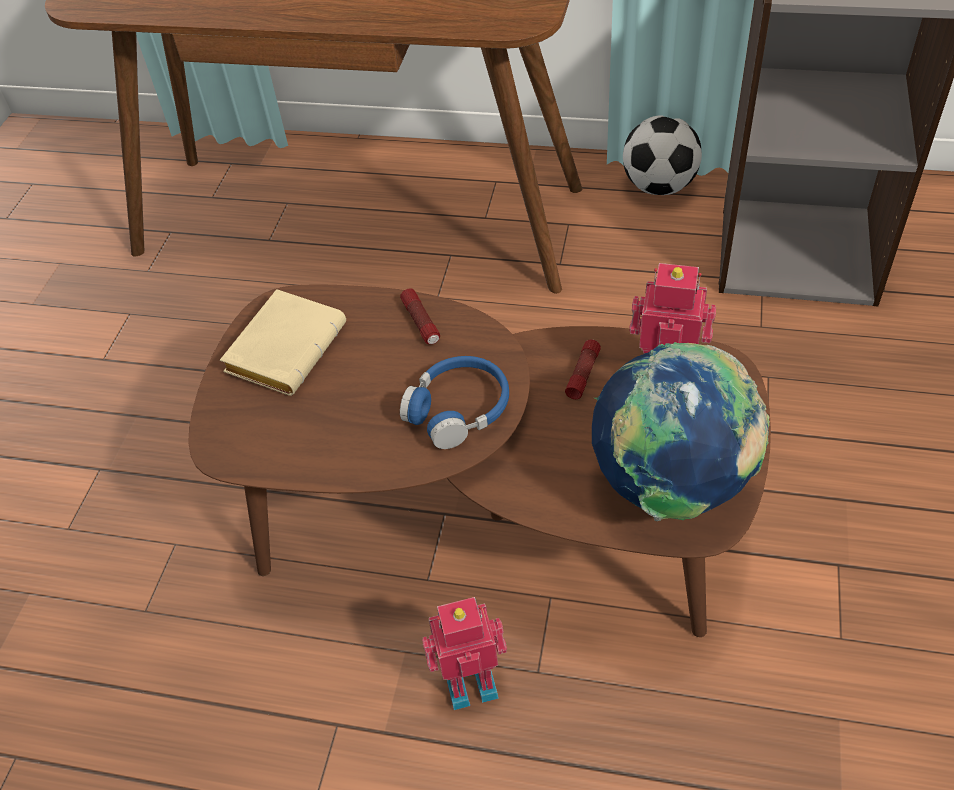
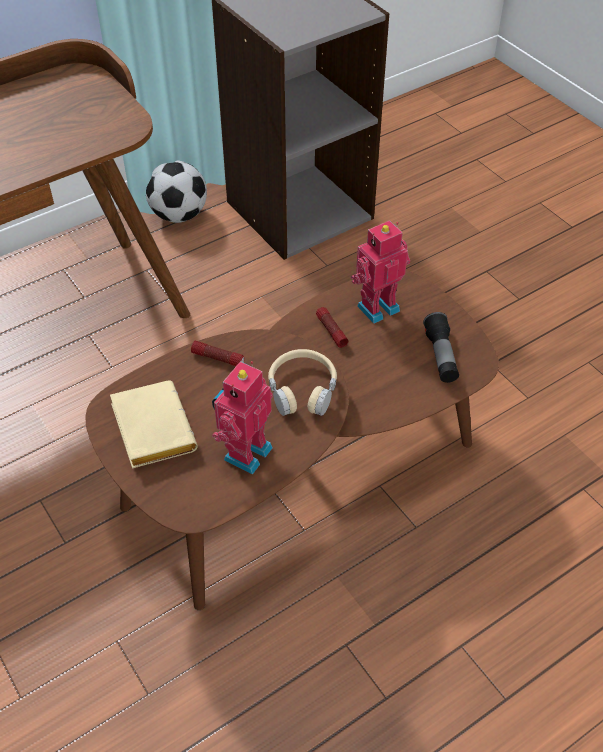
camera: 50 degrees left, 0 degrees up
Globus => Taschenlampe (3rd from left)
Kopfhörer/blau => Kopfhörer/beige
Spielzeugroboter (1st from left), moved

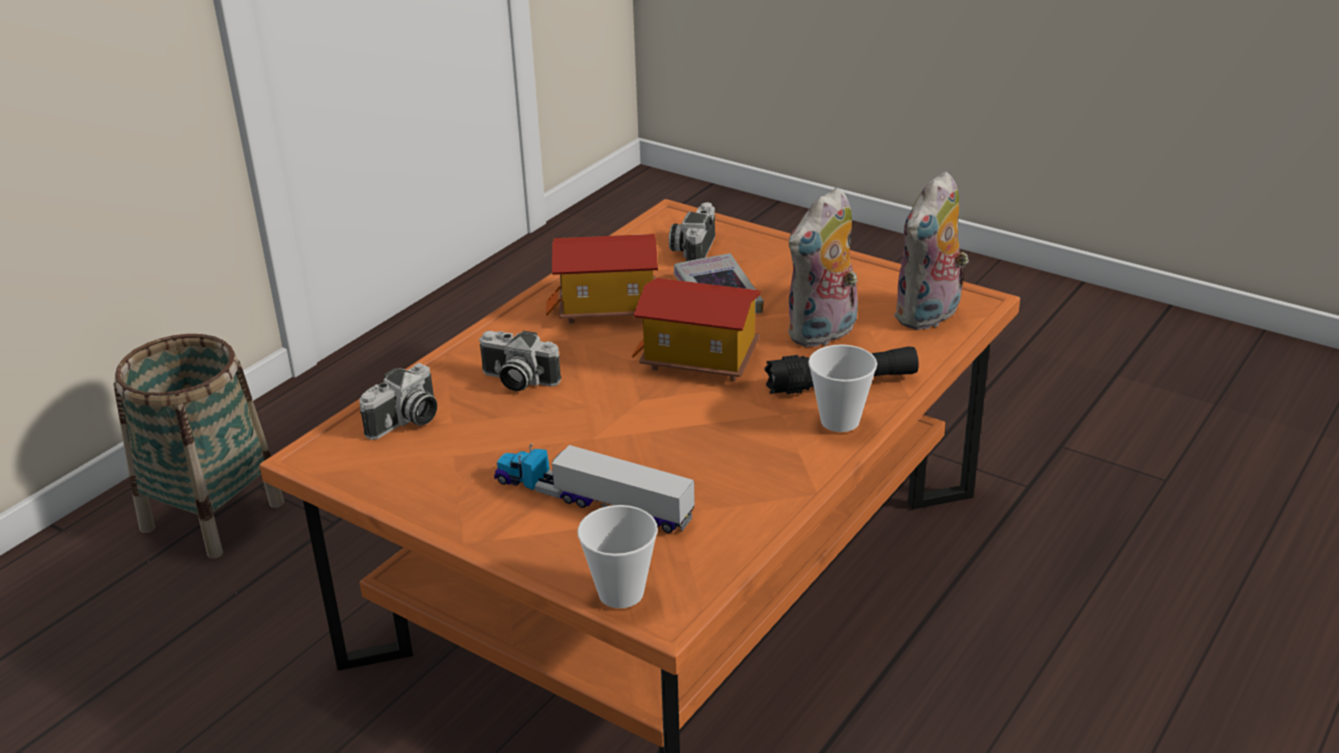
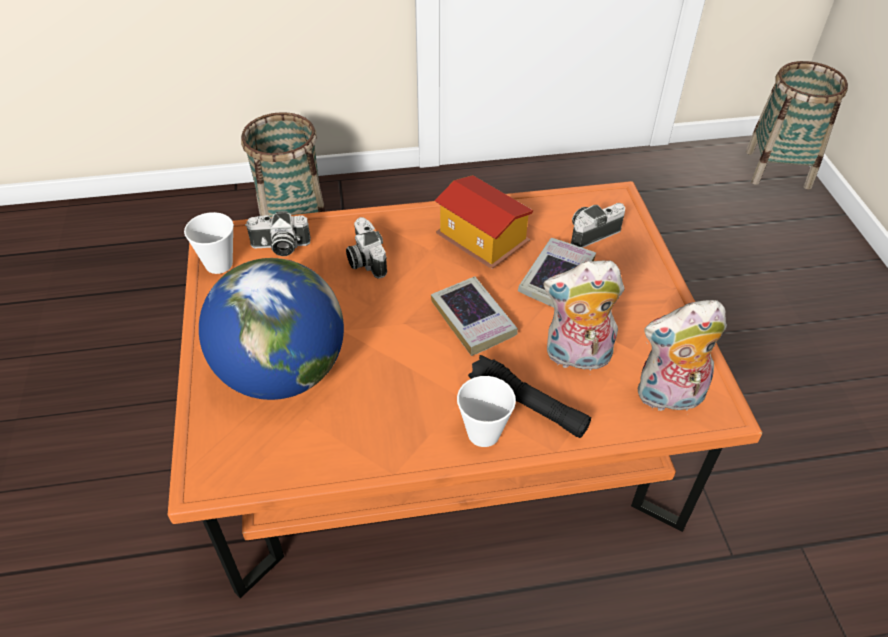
camera: 45 degrees right, 15 degrees up
Spielzeughaus (2nd from left) => Buch (1st from left)
Spielzeuglaster => Globus
Tasse (1st from left), moved
nothing => Korb (2nd from left)

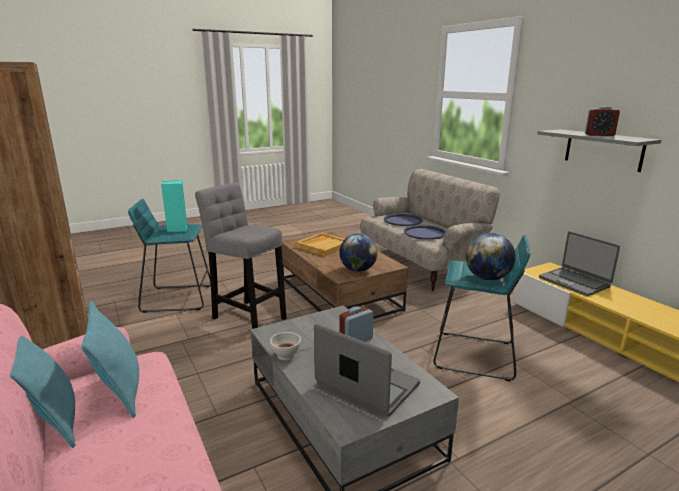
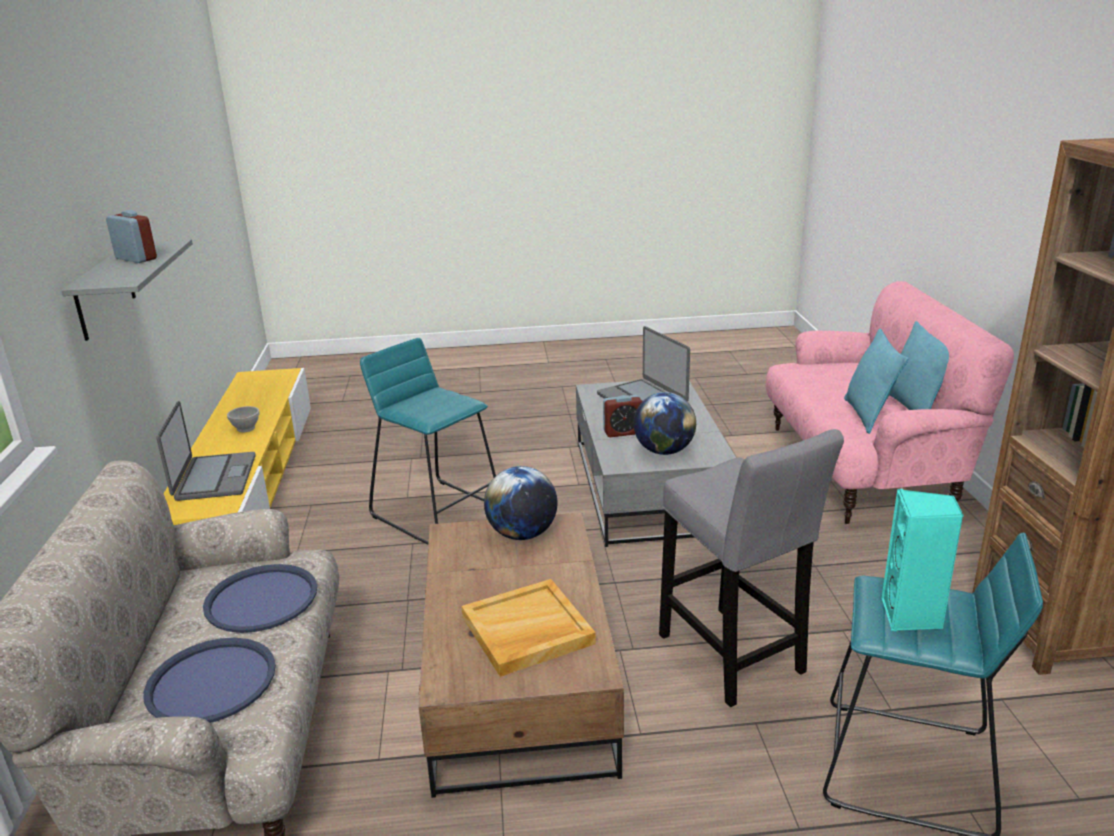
camera: 155 degrees left, 5 degrees up
Globus (2nd from left), moved
Schüssel/weiß, moved

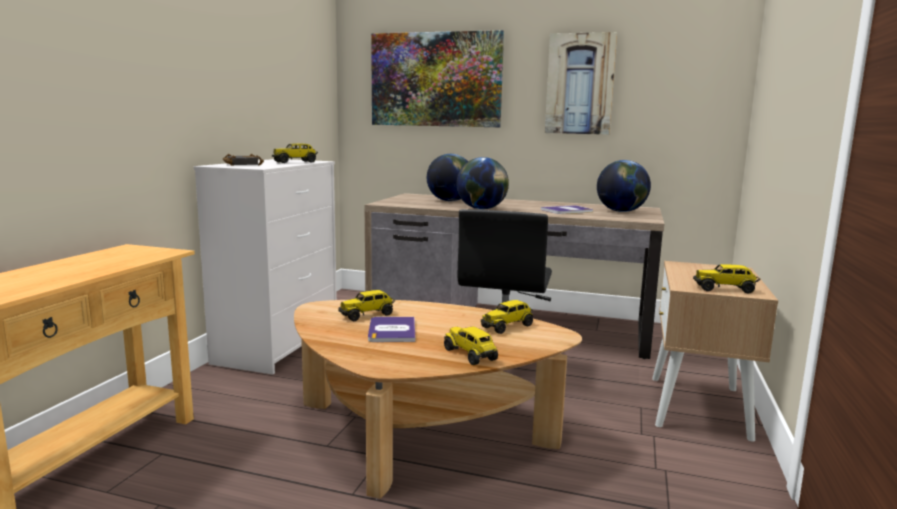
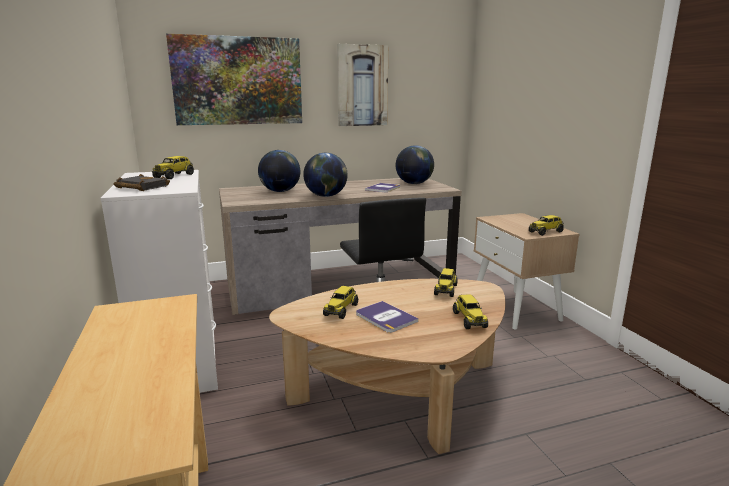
camera: 35 degrees left, 5 degrees up
Spielzeuglaster (3rd from left in the first image) => Spielzeuglaster (4th from left), 120 degrees counterclockwise

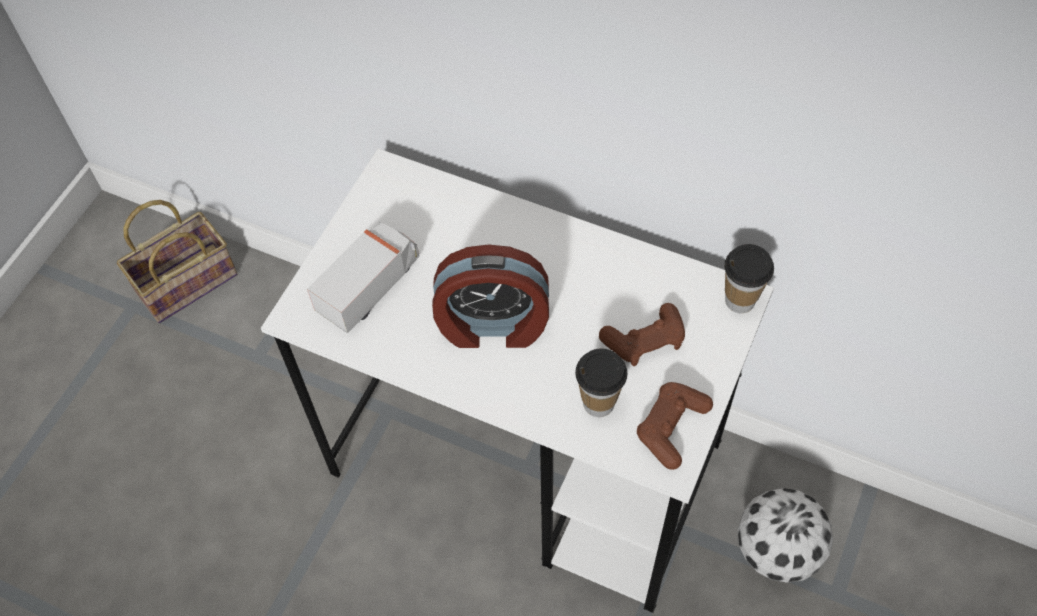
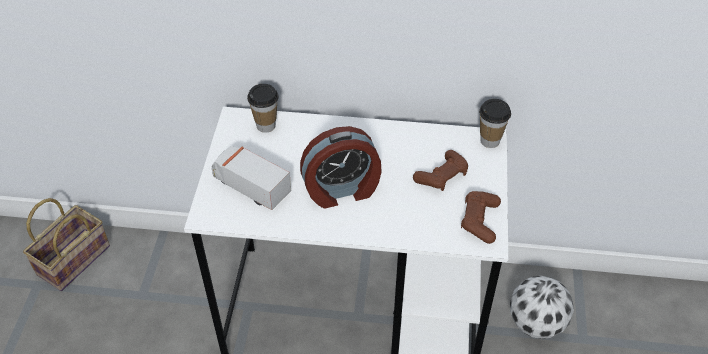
camera: 20 degrees left, 10 degrees down
Spielzeuglaster, 75 degrees counterclockwise
Tasse (1st from left), moved

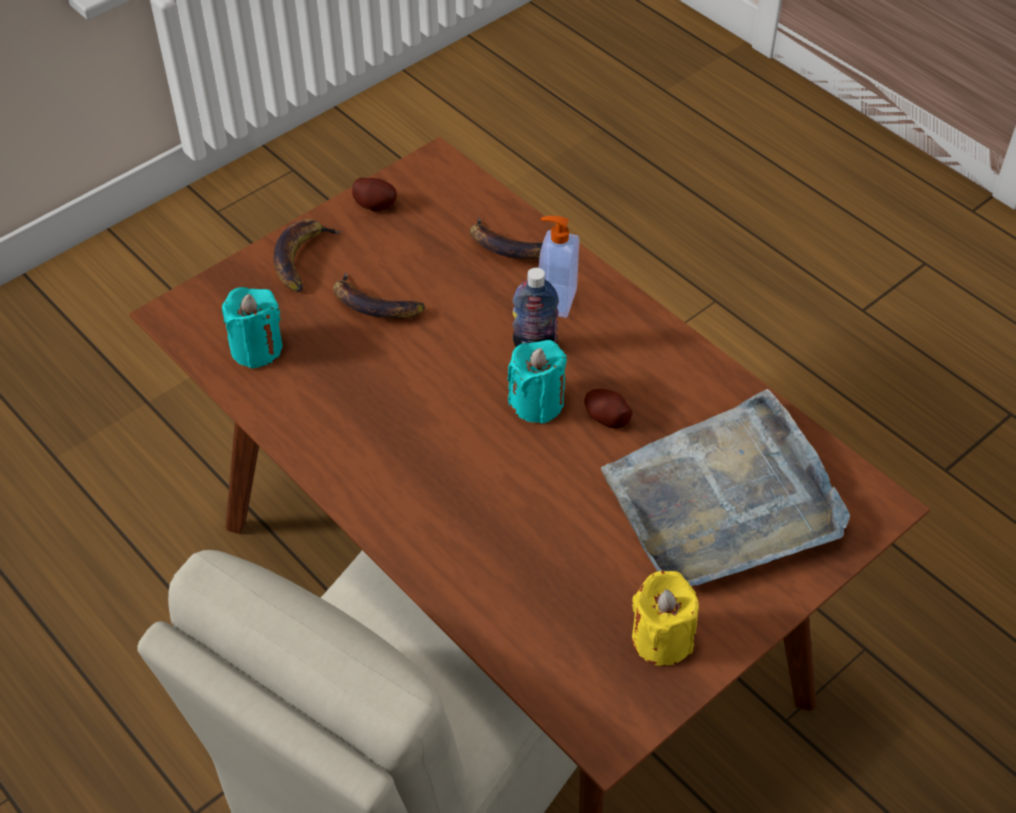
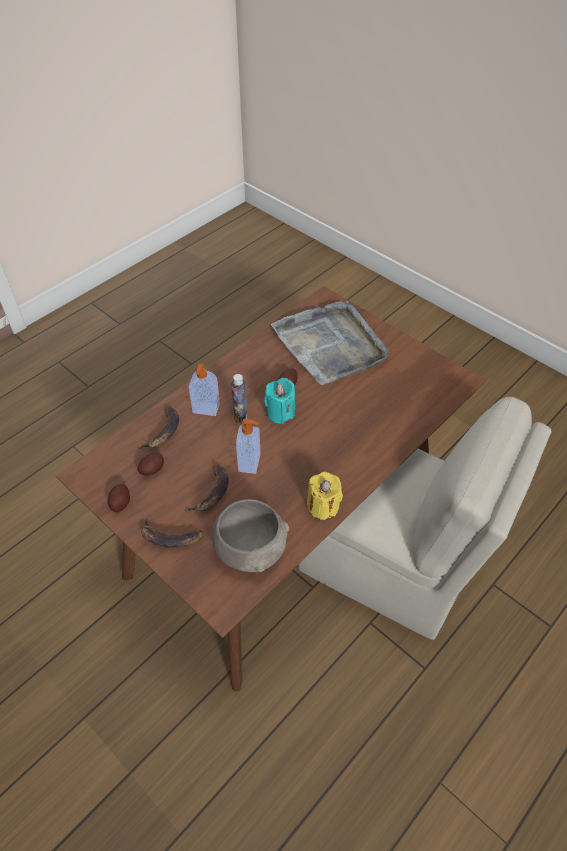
camera: 95 degrees left, 0 degrees up
Kerze/türkis (1st from left) => Schüssel/grau
Kerze/gelb, moved
nothing => Seifenspender (2nd from left)
nothing => Kartoffel (2nd from left)

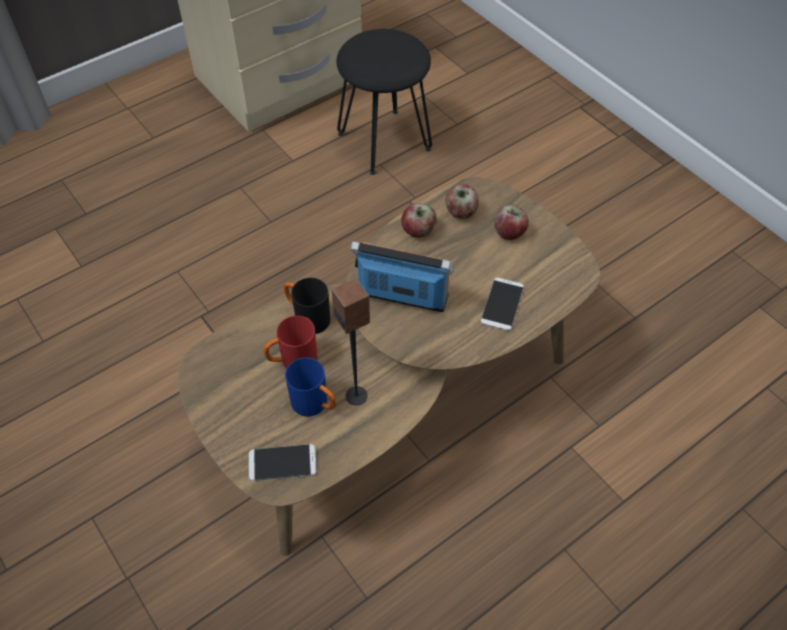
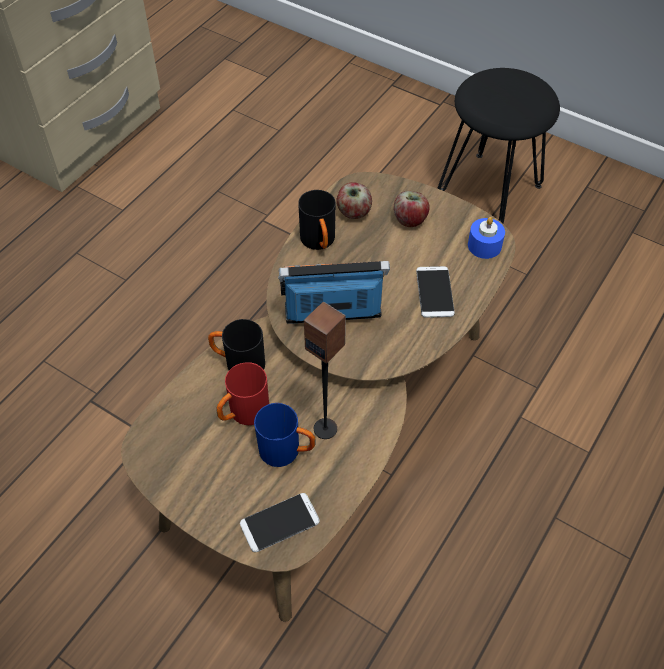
camera: 20 degrees left, 0 degrees up
Hocker/schwarz, moved
Apfel (1st from left) => Henkelbecher/schwarz (2nd from left)
nothing => Kerze/blau

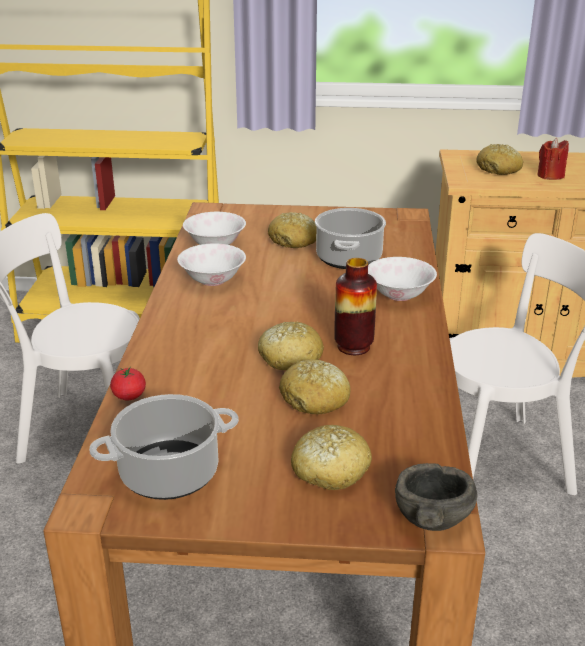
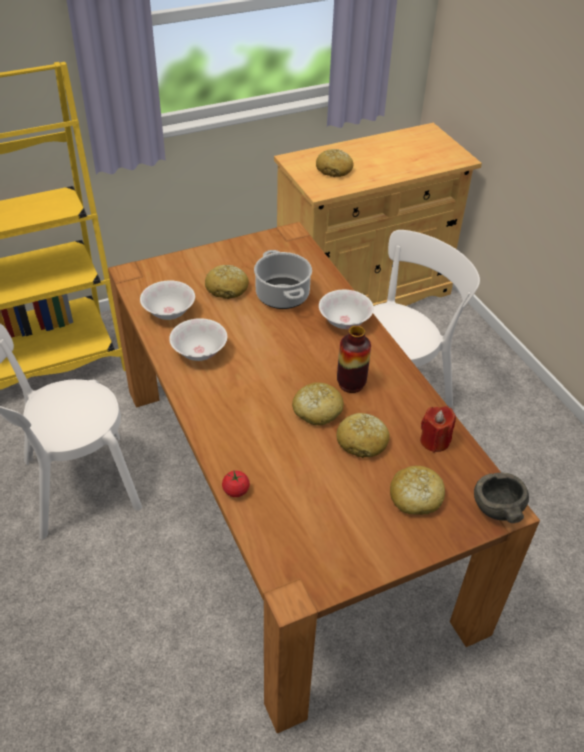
camera: 30 degrees left, 15 degrees up
Kerze/rot, moved
Kochtopf (1st from left) => nothing

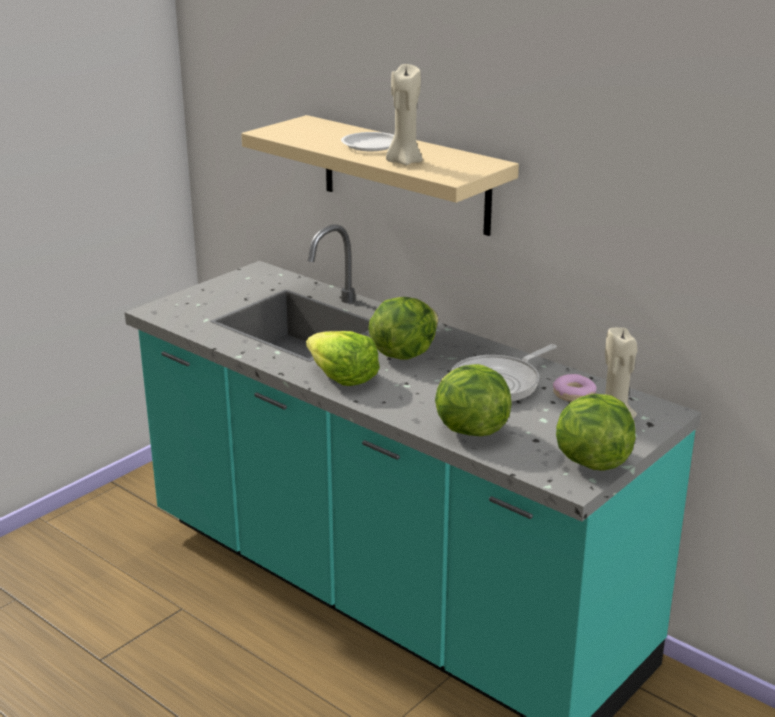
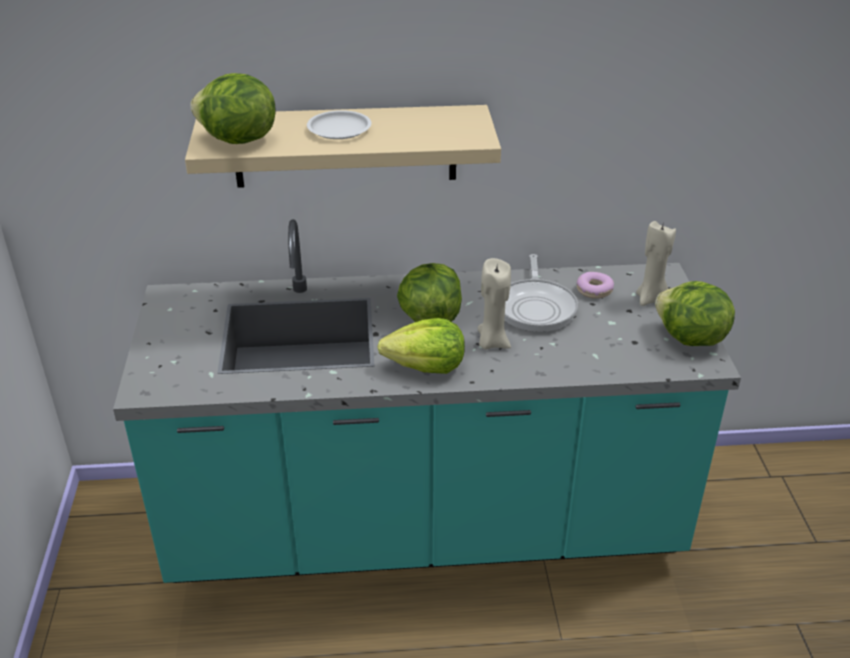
camera: 45 degrees left, 10 degrees up
Kerze/beige (1st from left), moved
Salatkopf (3rd from left in the first image) => Salatkopf (1st from left), moved

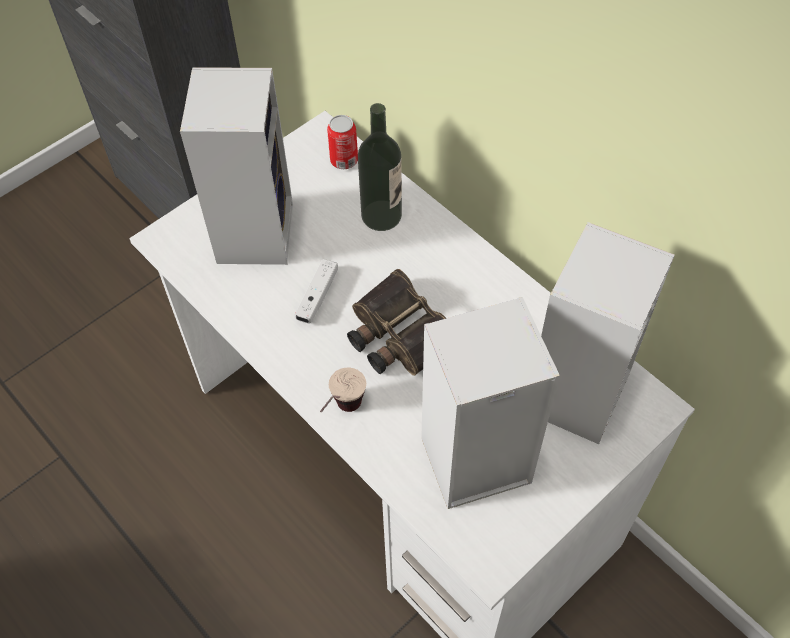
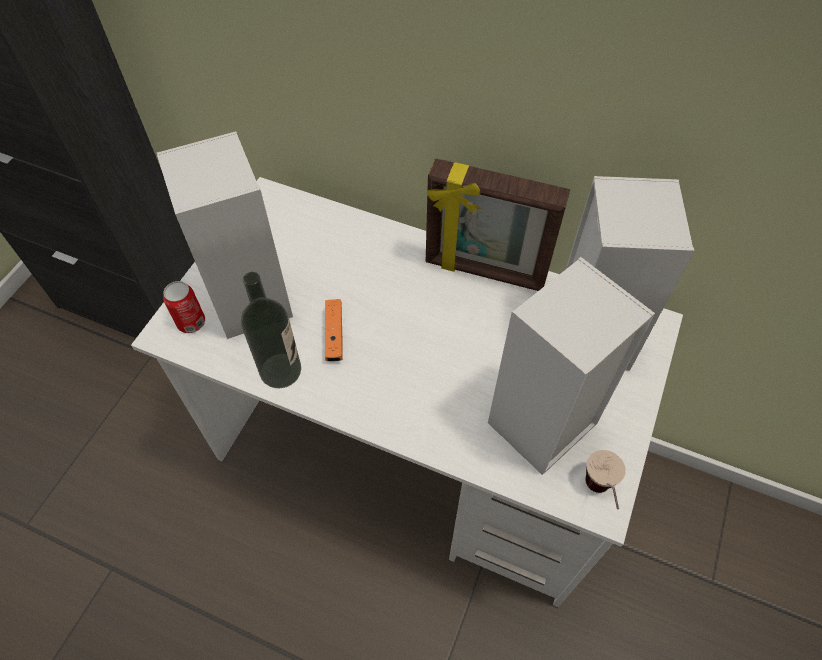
camera: 25 degrees left, 0 degrees up
Flasche, moved
Dose, moved
Gamepad/weiß => Gamepad/orange
Fernglas => nothing
Tasse, moved
nothing => Bilderrahmen

